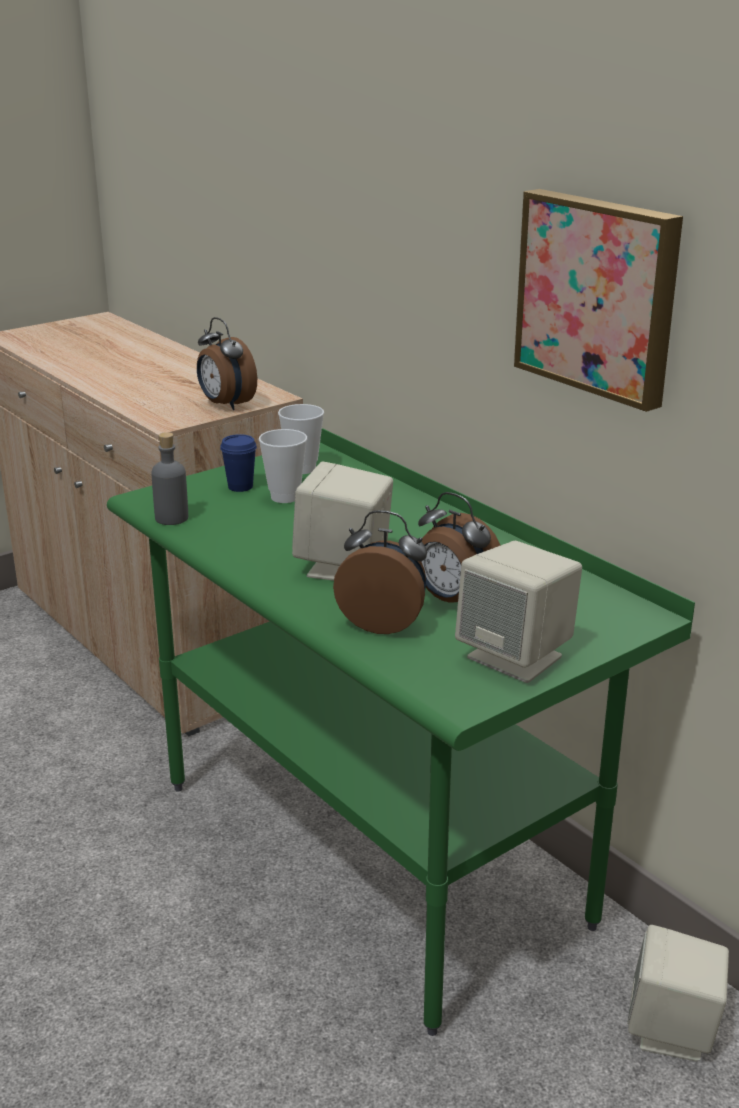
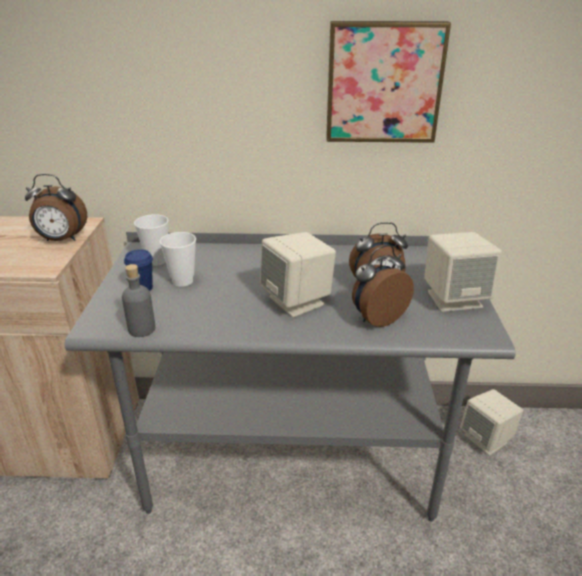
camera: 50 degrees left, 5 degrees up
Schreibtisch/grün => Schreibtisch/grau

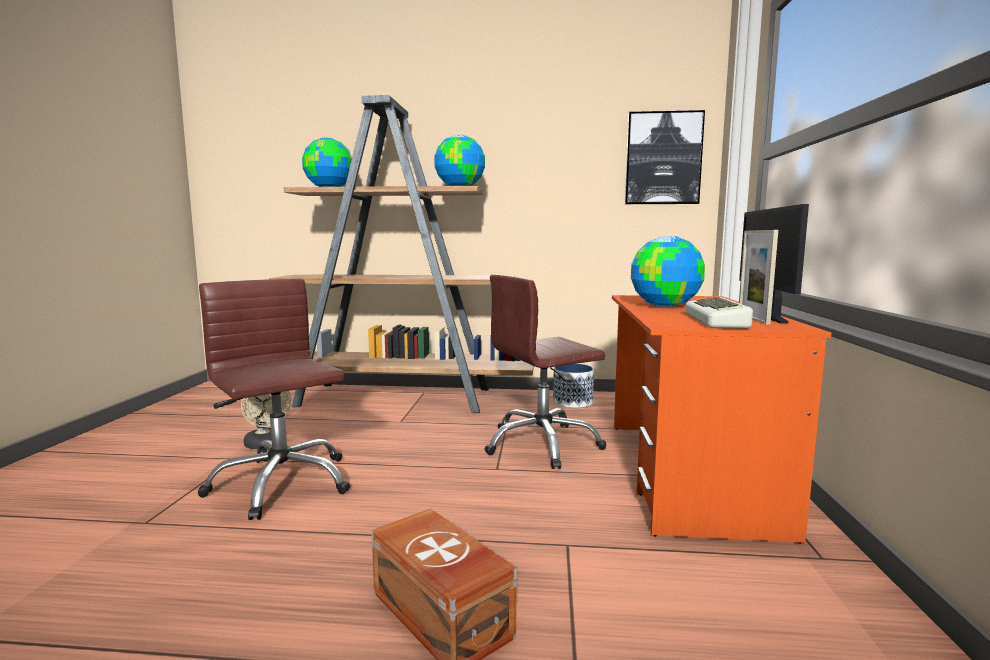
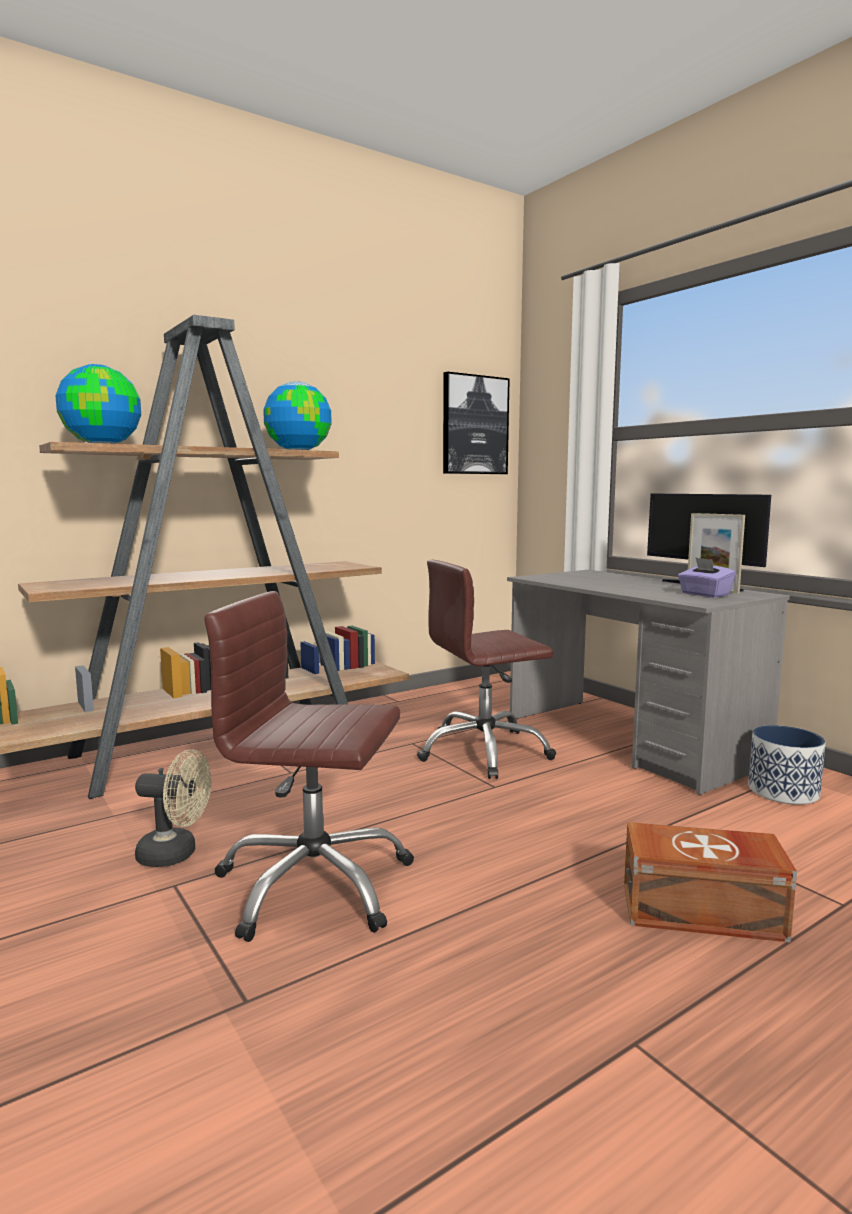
camera: 40 degrees left, 0 degrees up
Globus (3rd from left) => nothing
Bürostuhl/braun (2nd from left), 45 degrees clockwise
Schreibtisch/orange => Schreibtisch/grau
Tastatur => Taschentuchbox/lila
Pflanzkübel, moved

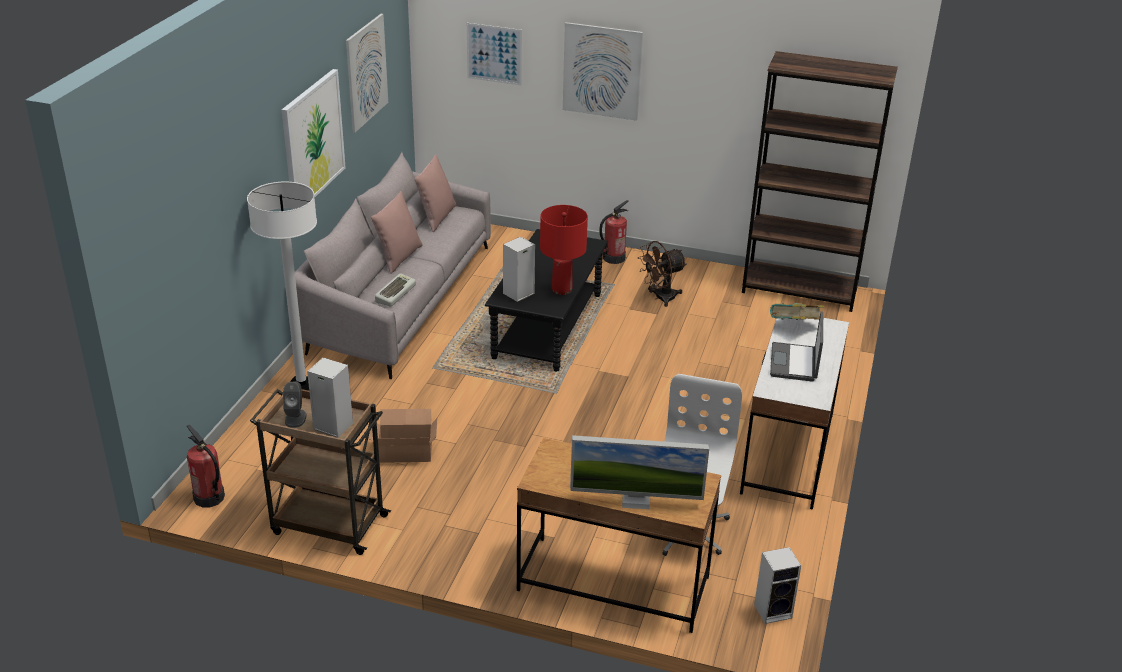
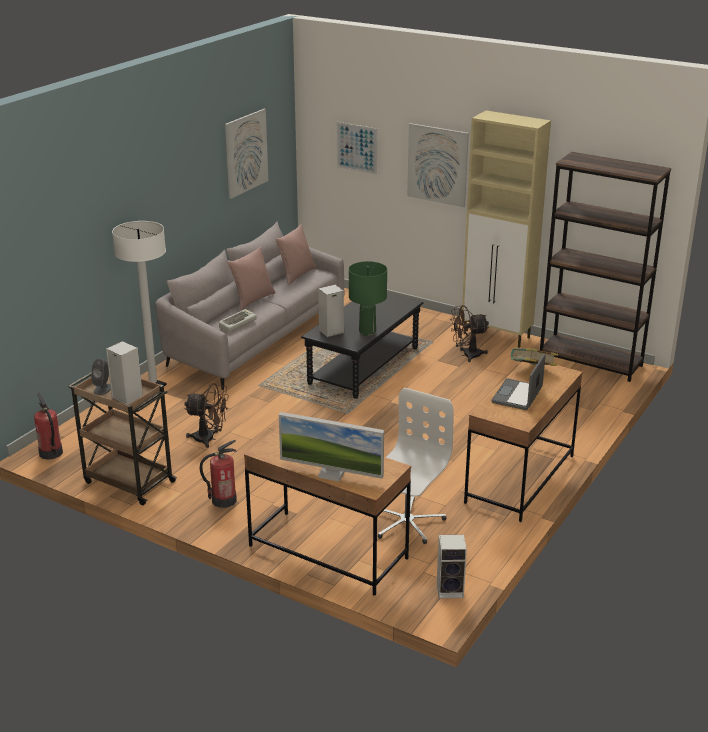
camera: 15 degrees right, 5 degrees down
Bild (1st from left) => nothing
Feuerlöscher (2nd from left), moved
Tischlampe/rot => Tischlampe/grün
Schreibtisch/weiß => Schreibtisch/braun (2nd from left)
Karton => Ventilator/braun (1st from left)
nothing => Schrank/beige

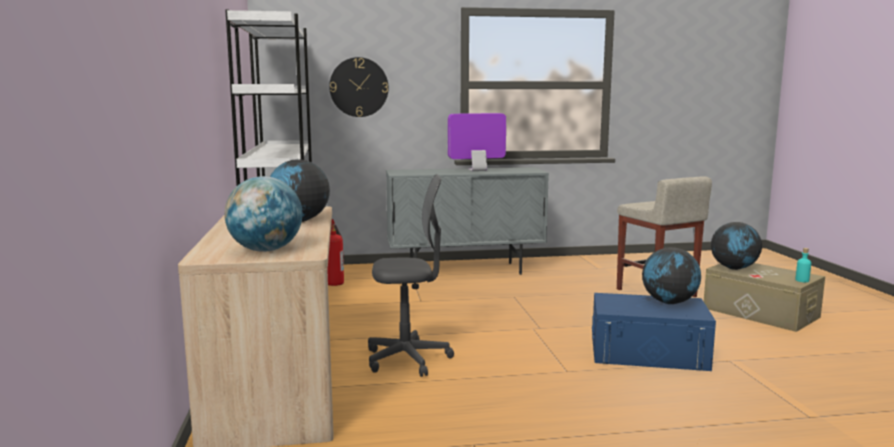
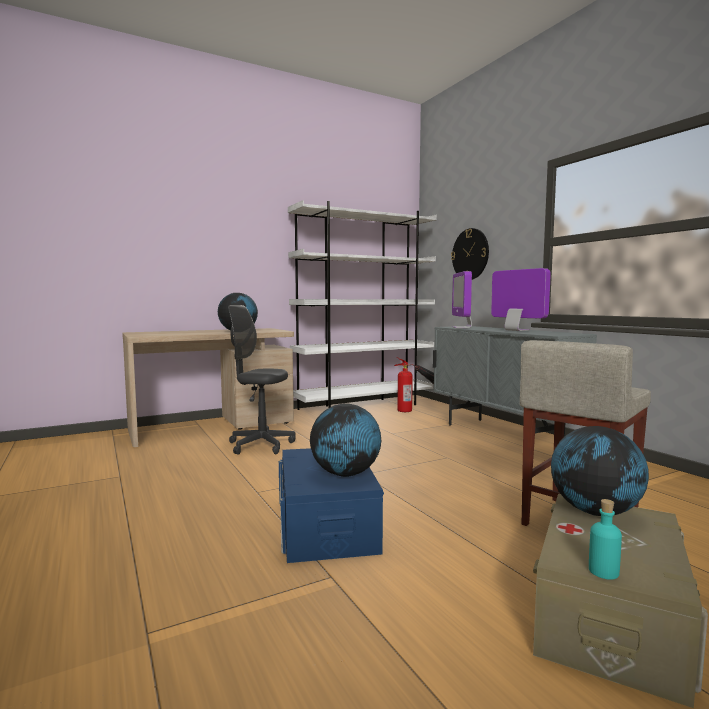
camera: 70 degrees right, 5 degrees down
Bürostuhl/grau, 135 degrees clockwise
Globus (1st from left) => nothing
nothing => Monitor (1st from left)

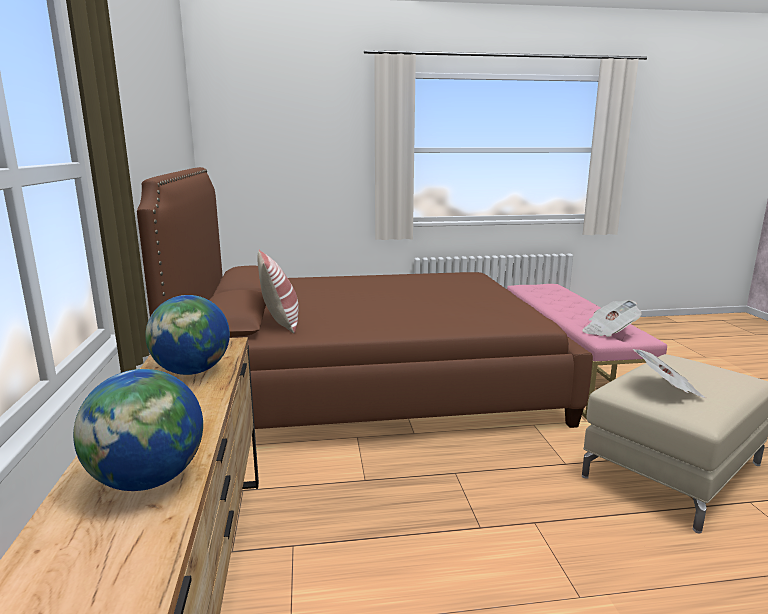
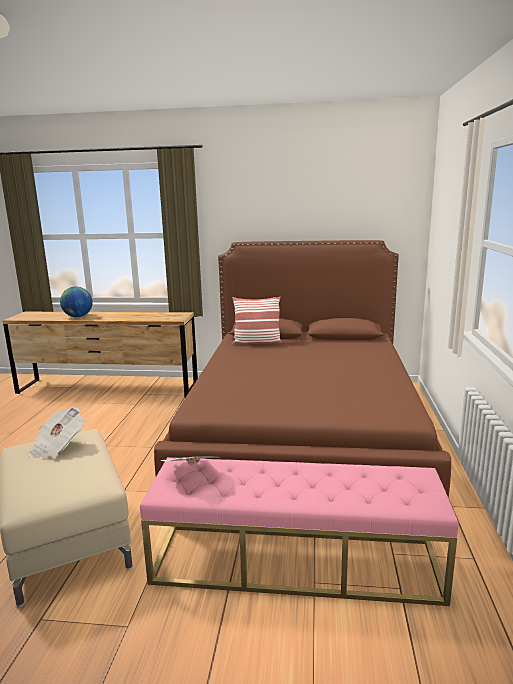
camera: 105 degrees right, 0 degrees up
Globus (2nd from left) => nothing

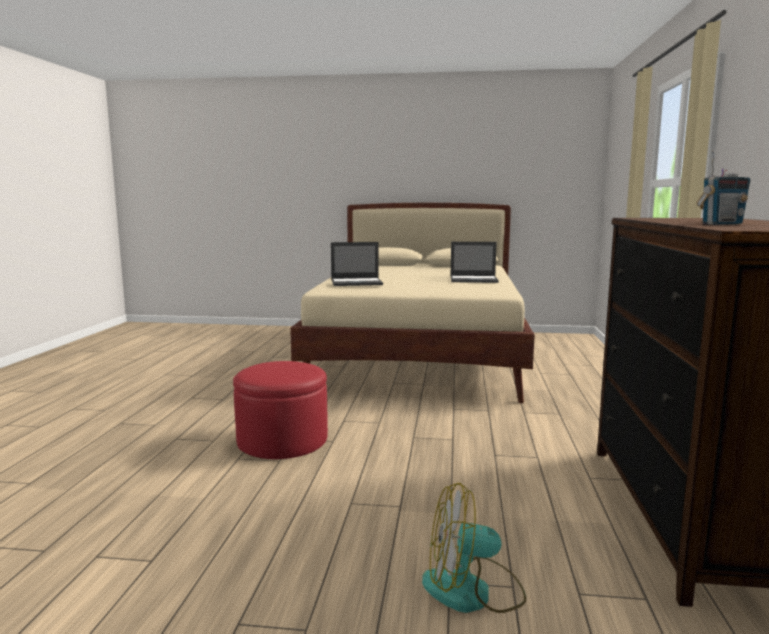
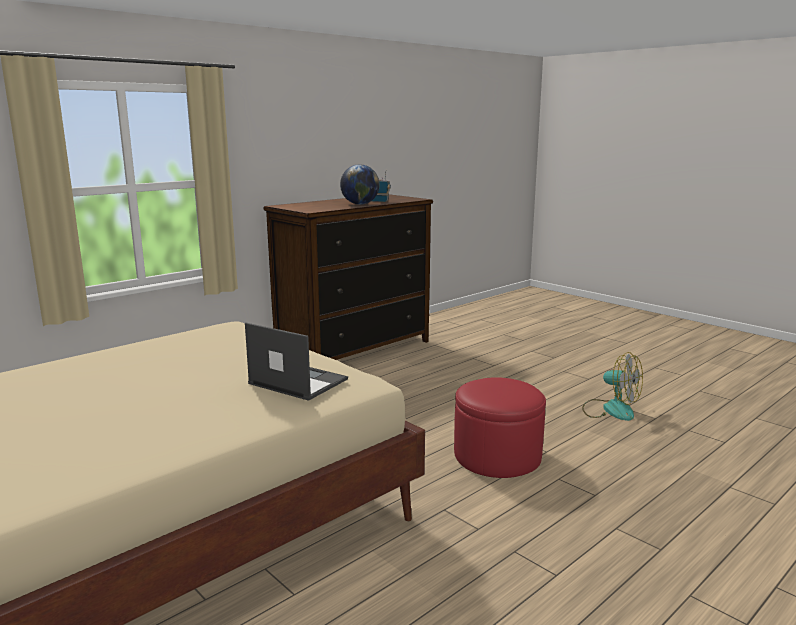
camera: 140 degrees left, 5 degrees up
Laptop (2nd from left) => nothing
Ventilator, moved
nothing => Globus

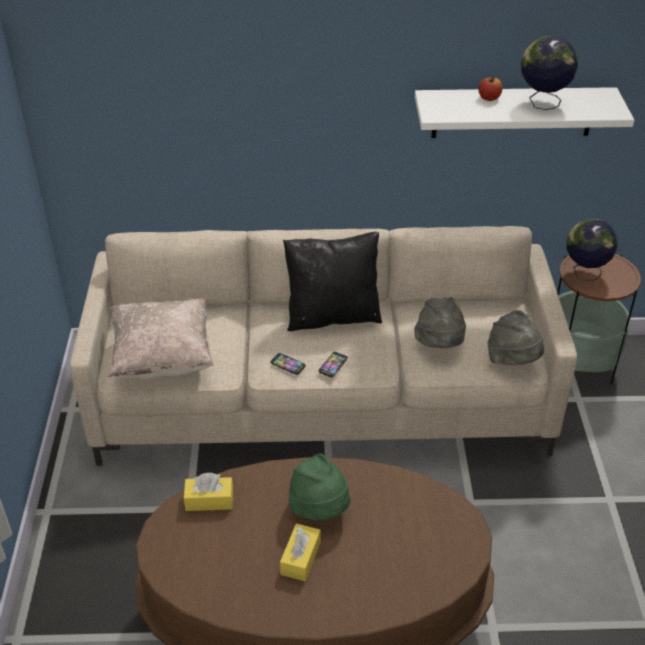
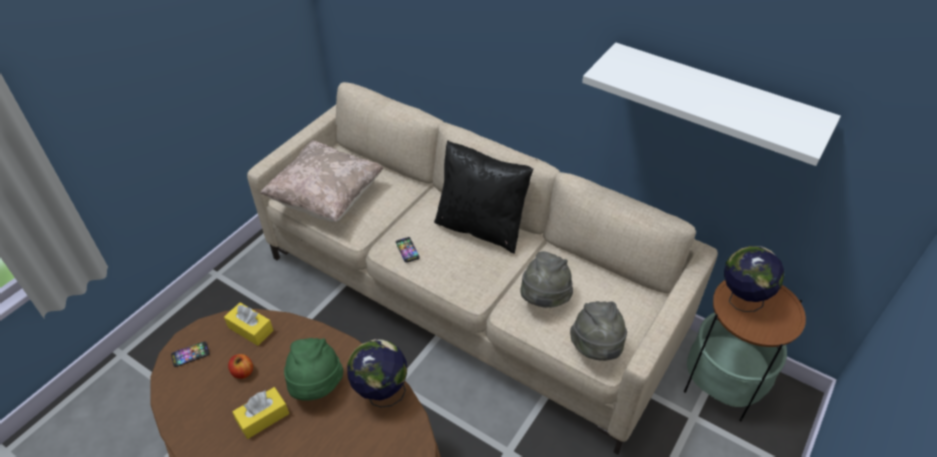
camera: 35 degrees right, 5 degrees up
Globus (1st from left), moved
Apfel, moved
Handy (2nd from left in the first image) => Handy (1st from left), moved

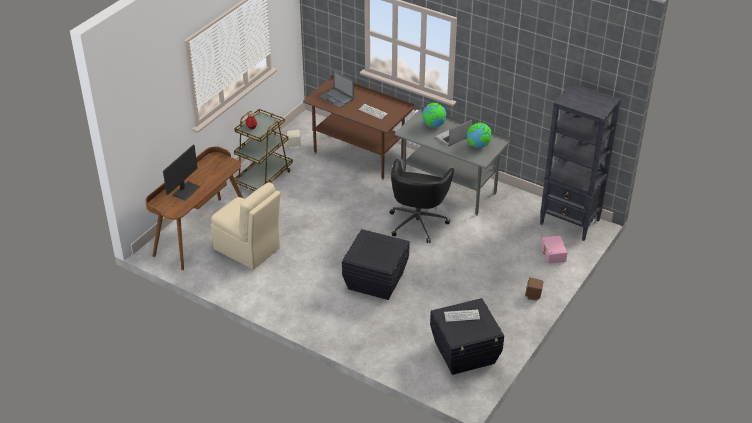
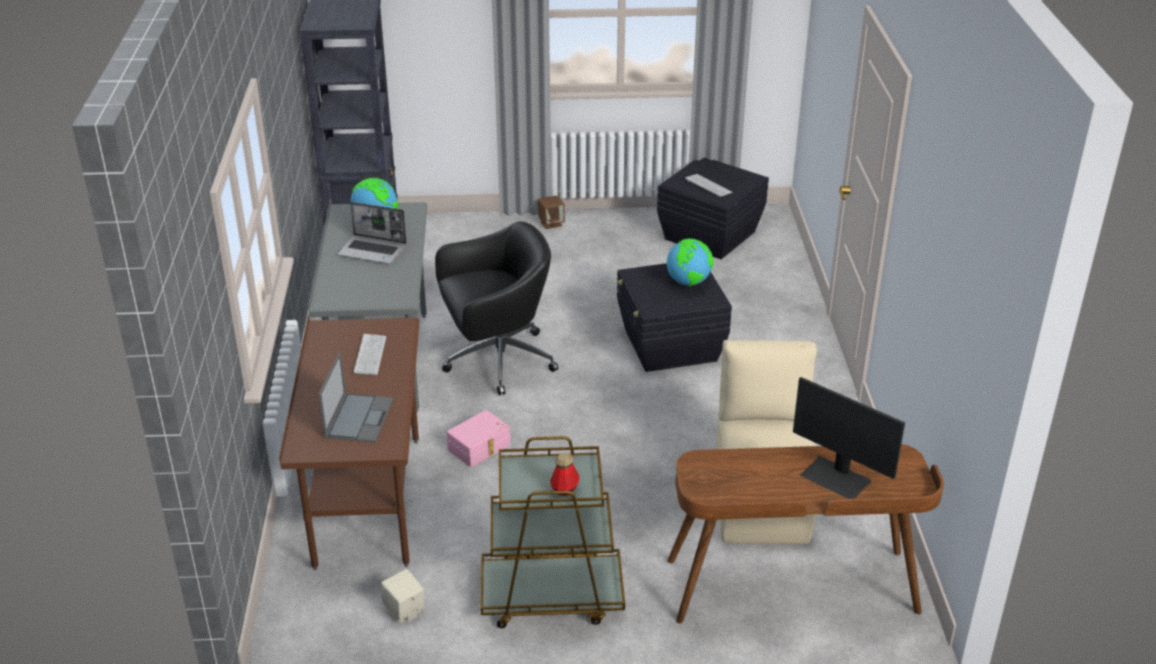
camera: 125 degrees left, 5 degrees down
Globus (1st from left in the first image) => Globus (2nd from left), moved
Monitor, 135 degrees counterclockwise
Aufbewahrungsbox/rosa, moved

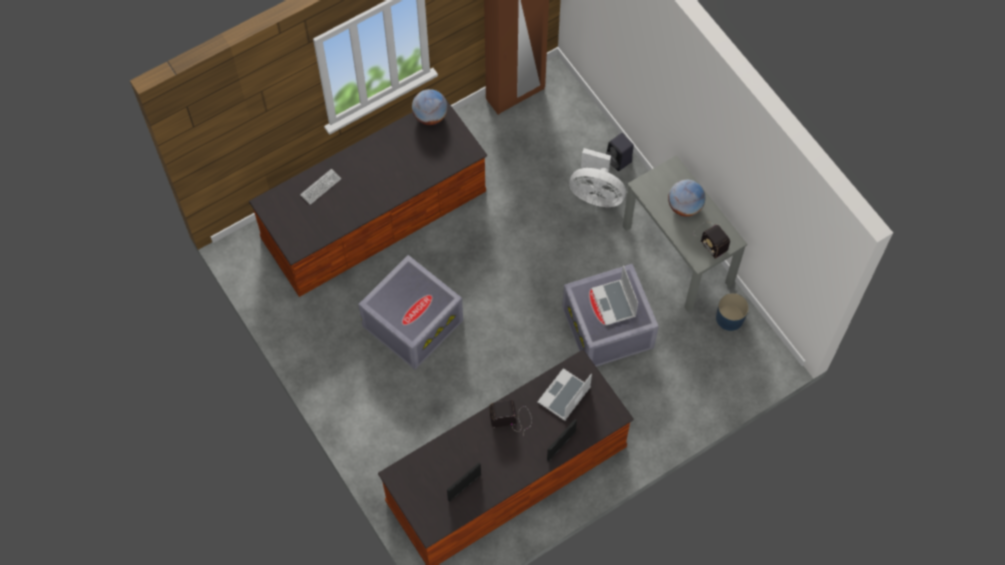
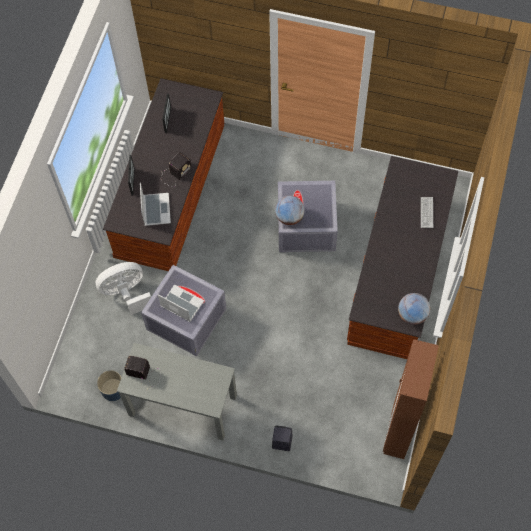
camera: 140 degrees right, 0 degrees up
Ventilator/weiß, moved
Globus (2nd from left in the first image) => Globus (1st from left), moved

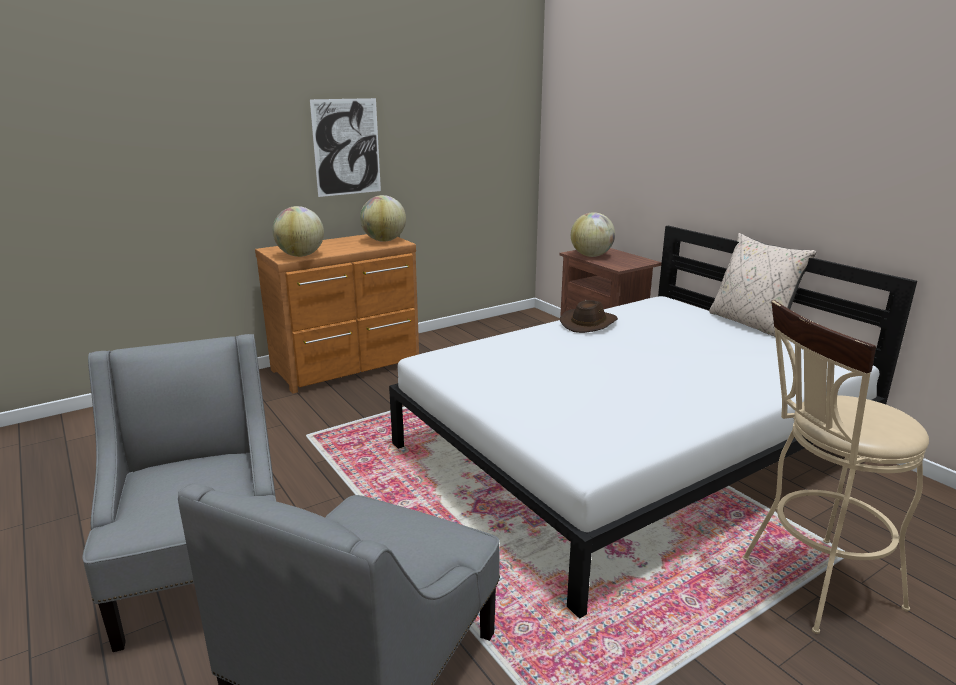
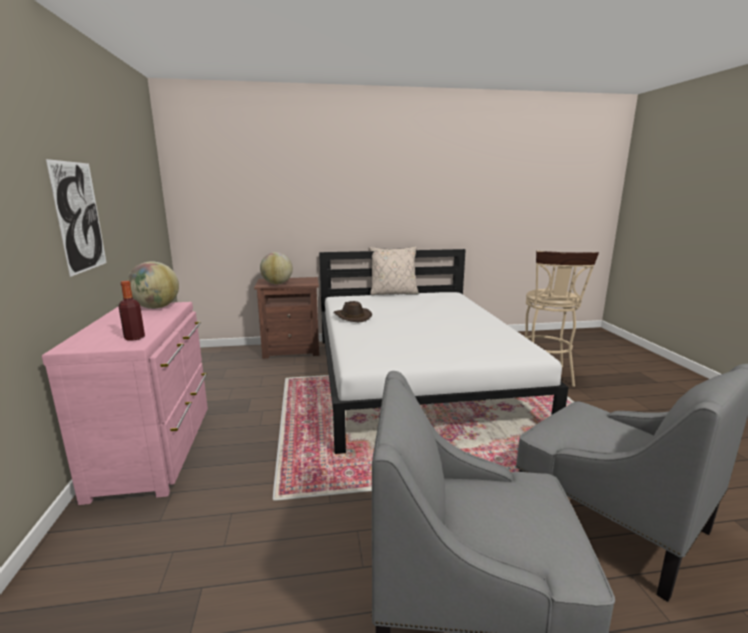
camera: 65 degrees left, 5 degrees down
Globus (1st from left) => Flasche
Kommode/braun => Kommode/rosa

